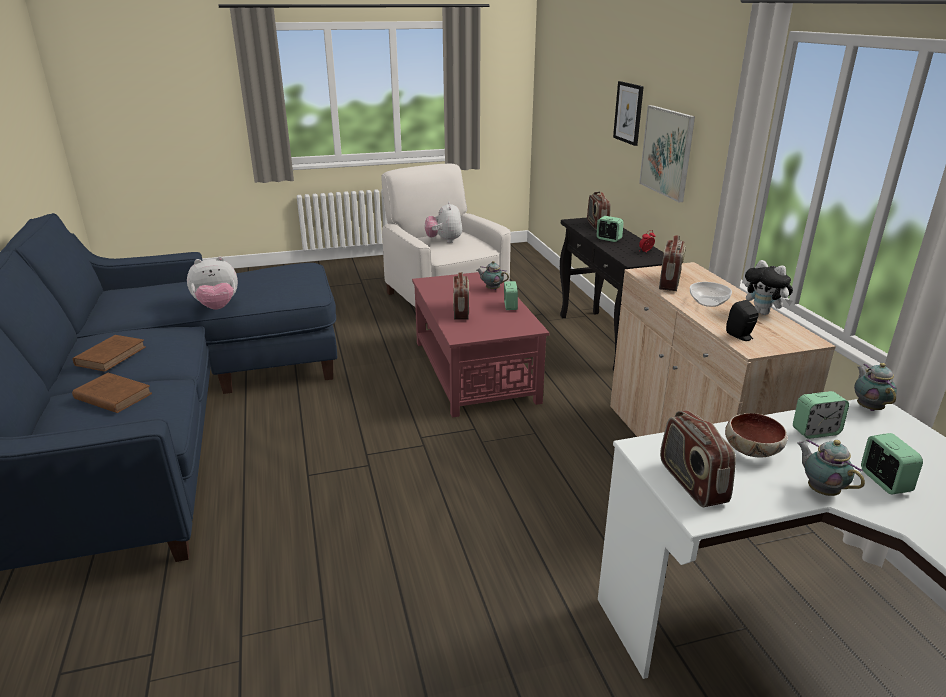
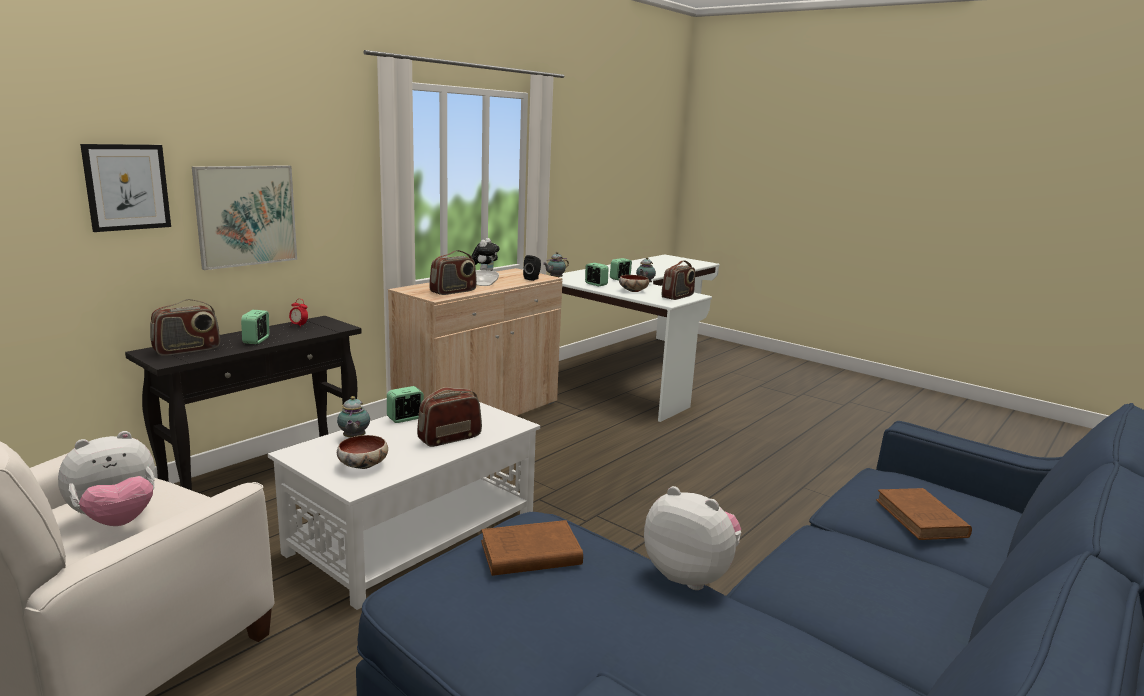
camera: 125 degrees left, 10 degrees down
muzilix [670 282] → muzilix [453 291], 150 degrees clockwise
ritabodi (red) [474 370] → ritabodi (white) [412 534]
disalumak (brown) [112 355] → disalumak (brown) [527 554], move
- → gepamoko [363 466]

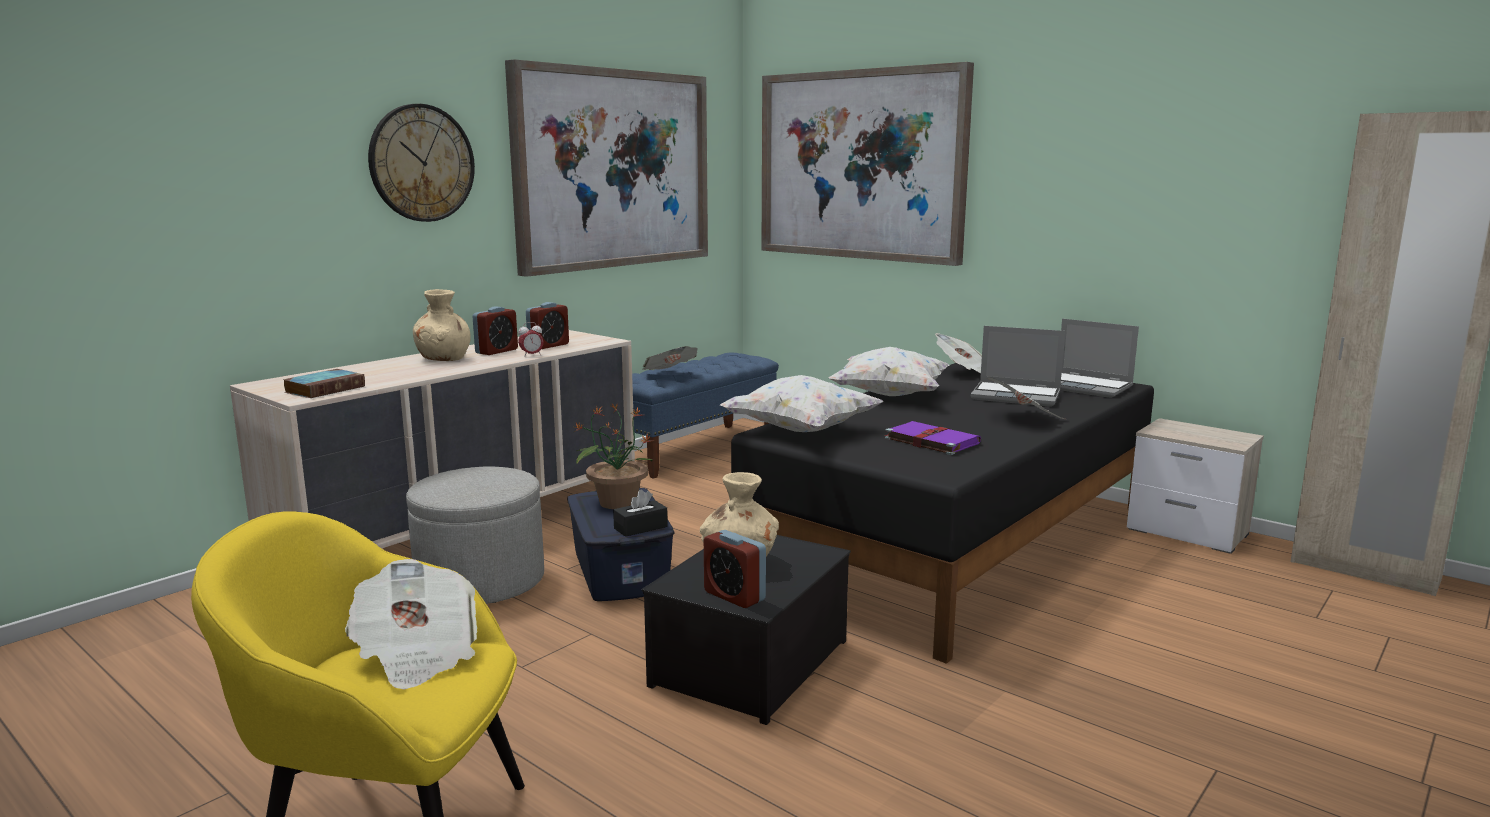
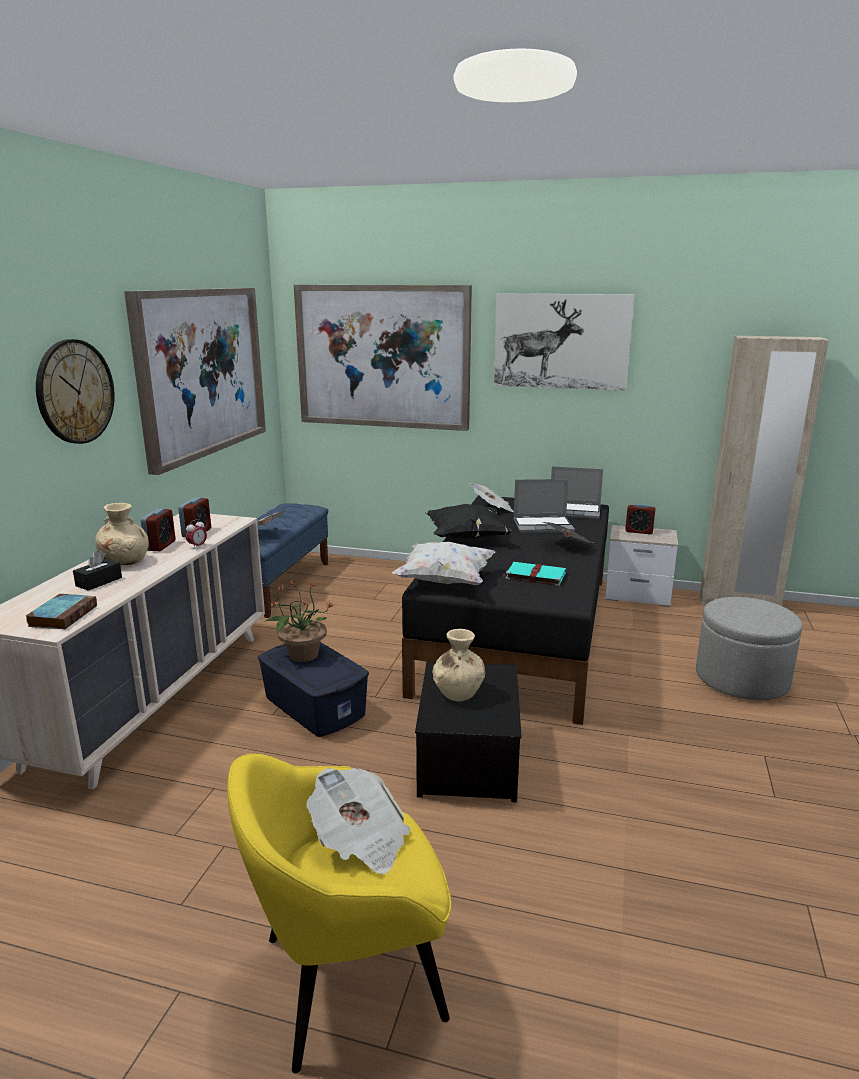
camera: 25 degrees left, 5 degrees up
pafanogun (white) [889 395] → pafanogun (black) [466 538]
disalumak (purple) [930 441] → disalumak (turquoise) [534 575]
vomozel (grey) [481 581] → vomozel (grey) [741 679], move
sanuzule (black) [640 527] → sanuzule (black) [99 582], move
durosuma [734 596] → durosuma [639 531], move
- → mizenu [561 341]

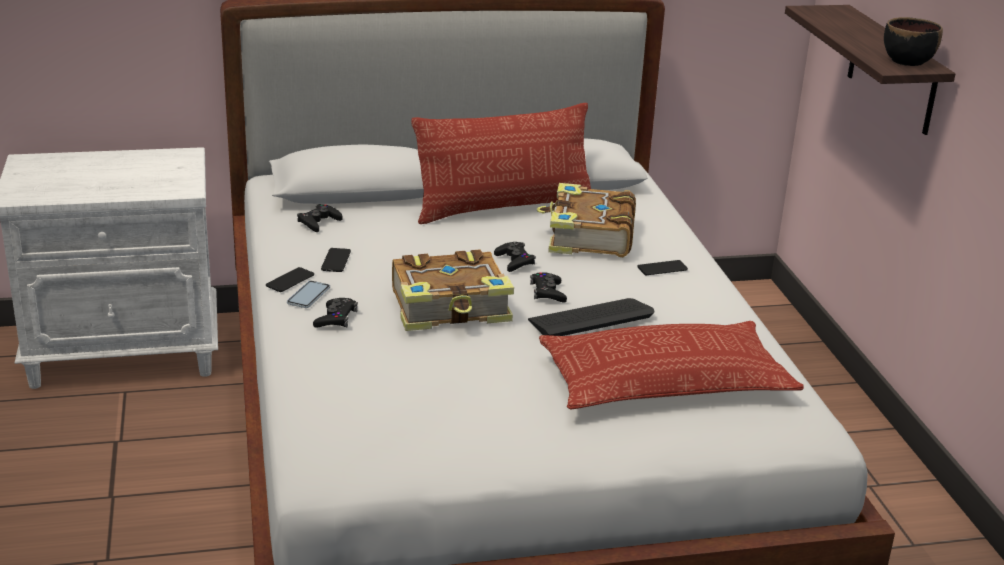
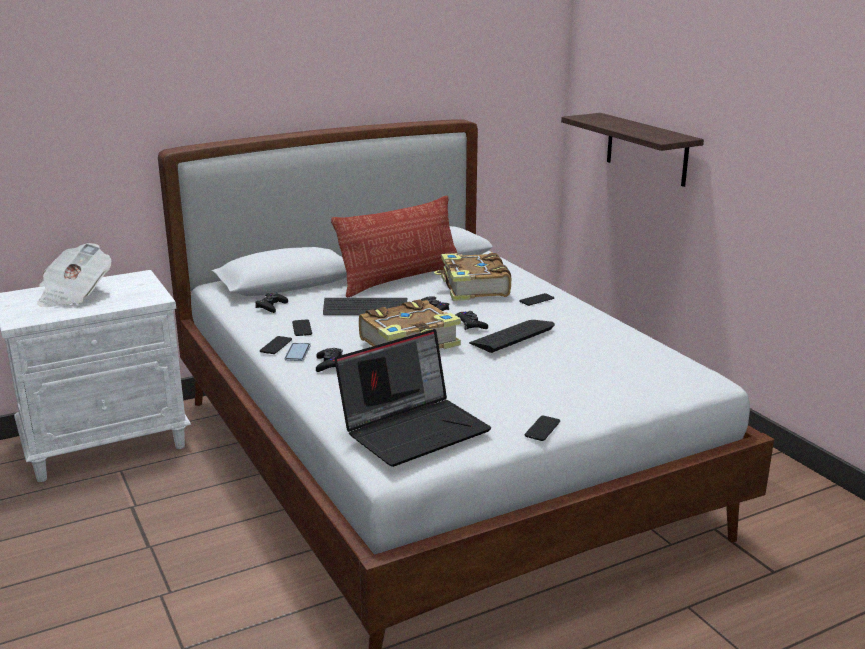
camera: 15 degrees left, 5 degrees down
gepamoko (black) [907 61] → -
pafanogun [665 380] → -
- → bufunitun [74 295]
- → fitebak [365 309]
- → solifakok [415 429]
- → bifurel [542 429]

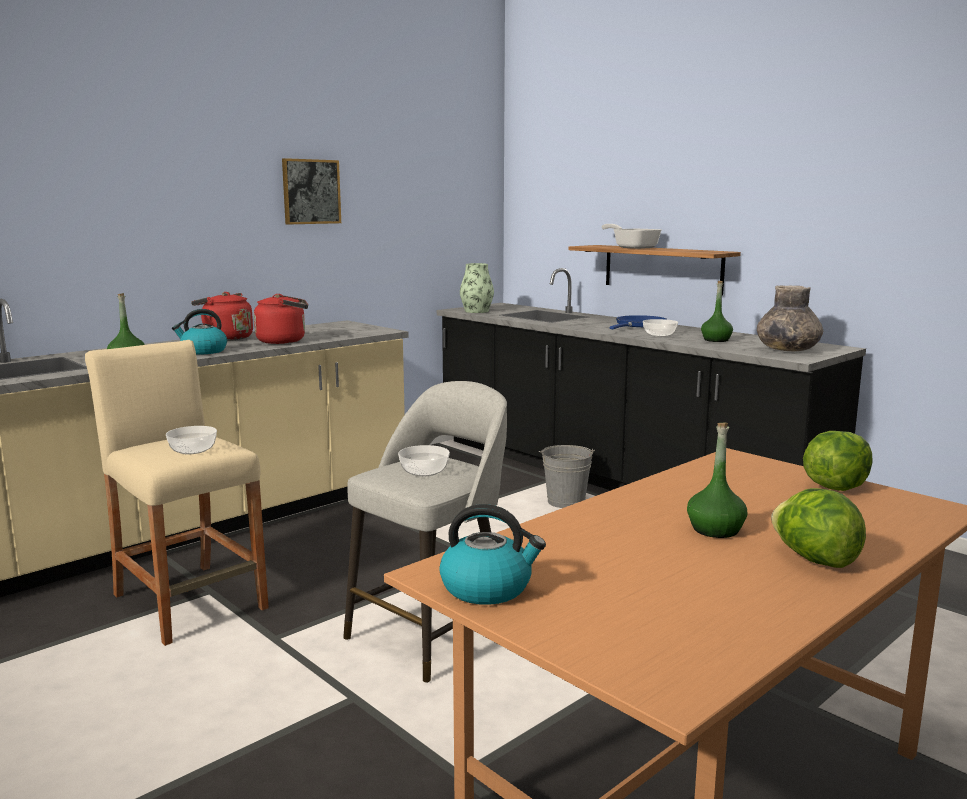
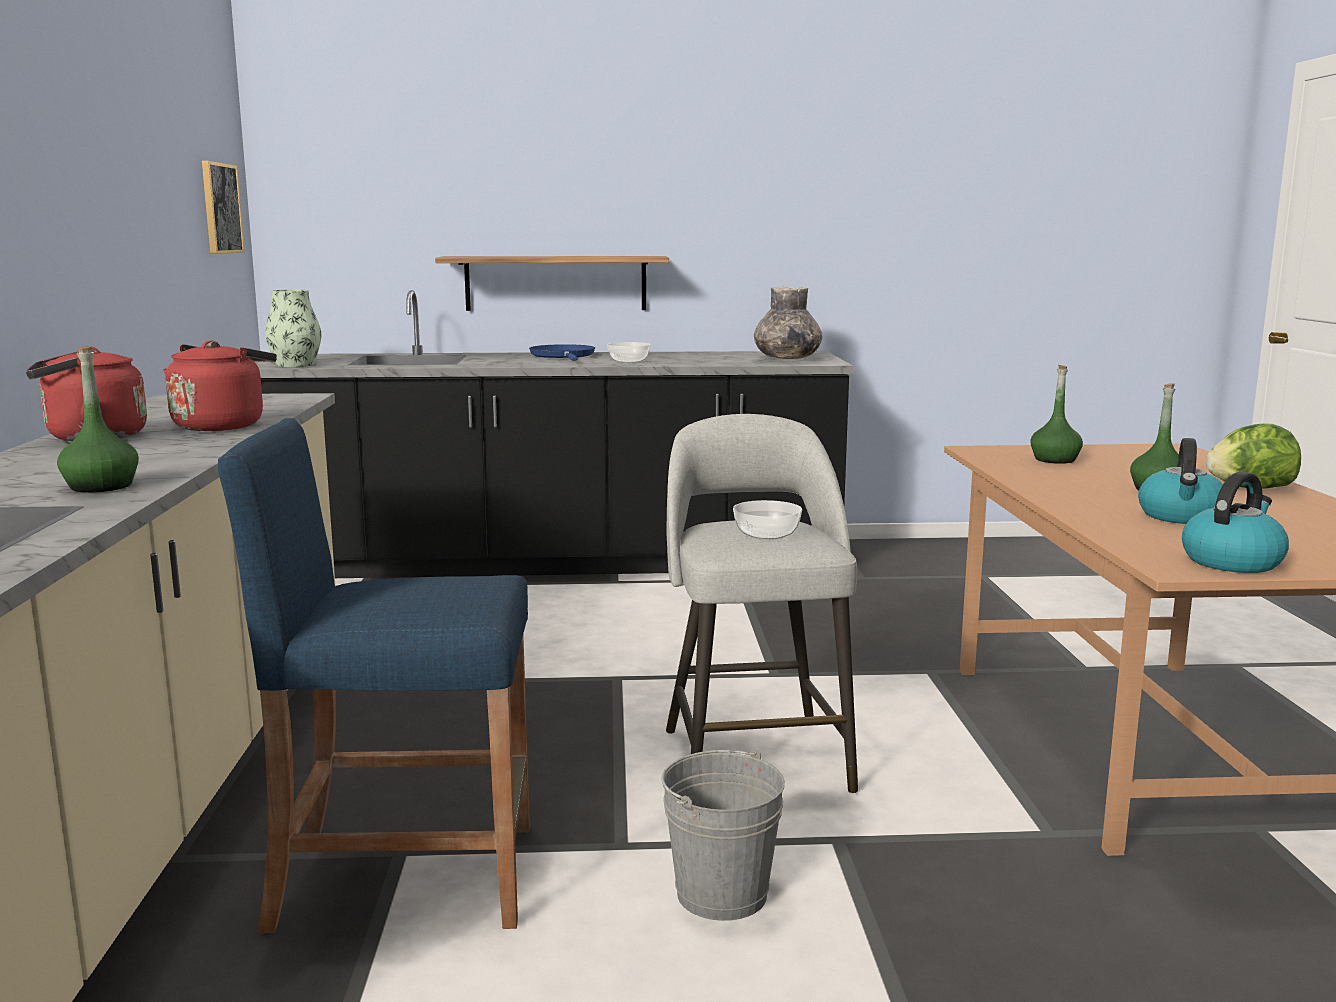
camera: 50 degrees left, 0 degrees up
mizenu [311 191] → mizenu [220 208], move
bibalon [632 247] → -
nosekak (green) [716 340] → nosekak (green) [1055 460], move
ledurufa [203 351] → ledurufa [1181 516], move
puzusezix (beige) [189 601] → puzusezix (blue) [405 876]
gepamoko [192 450] → -
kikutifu [835 487] → -
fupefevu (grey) [566 501] → fupefevu (grey) [722 893], move

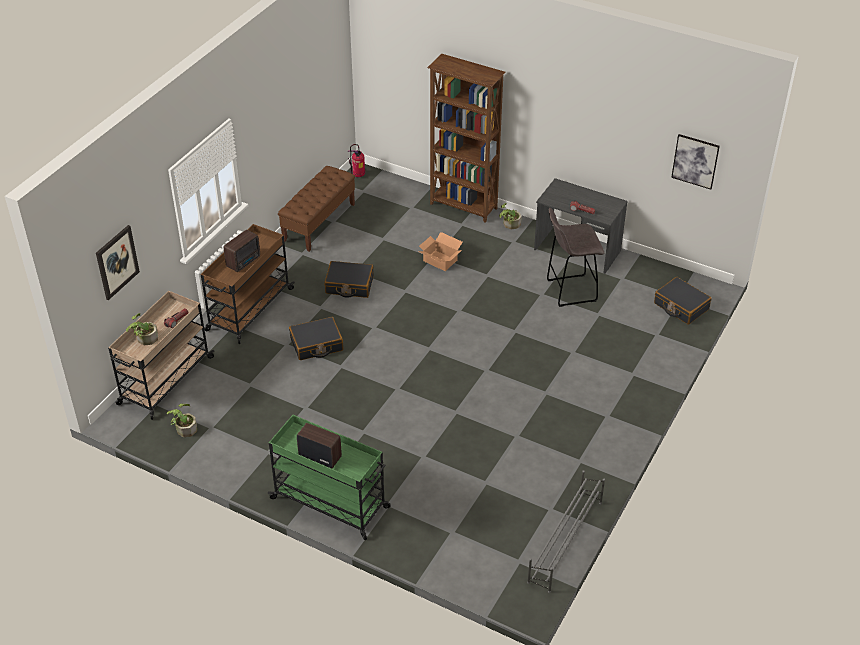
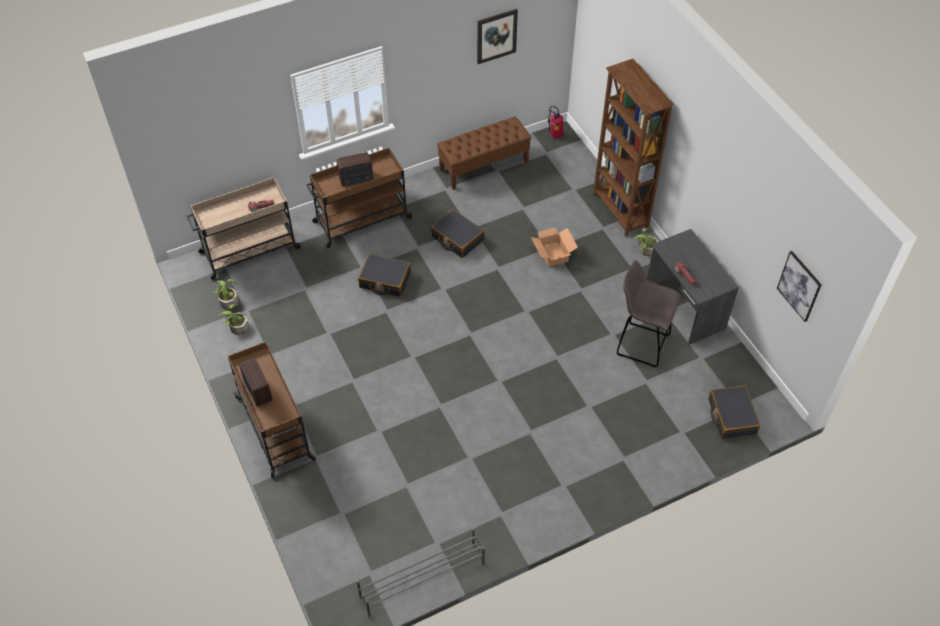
camera: 35 degrees right, 10 degrees up
mizenu [117 262] → mizenu [496 36], move
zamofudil [144 339] → zamofudil [236 326], move
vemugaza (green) [331 503] → vemugaza (brown) [275 429]

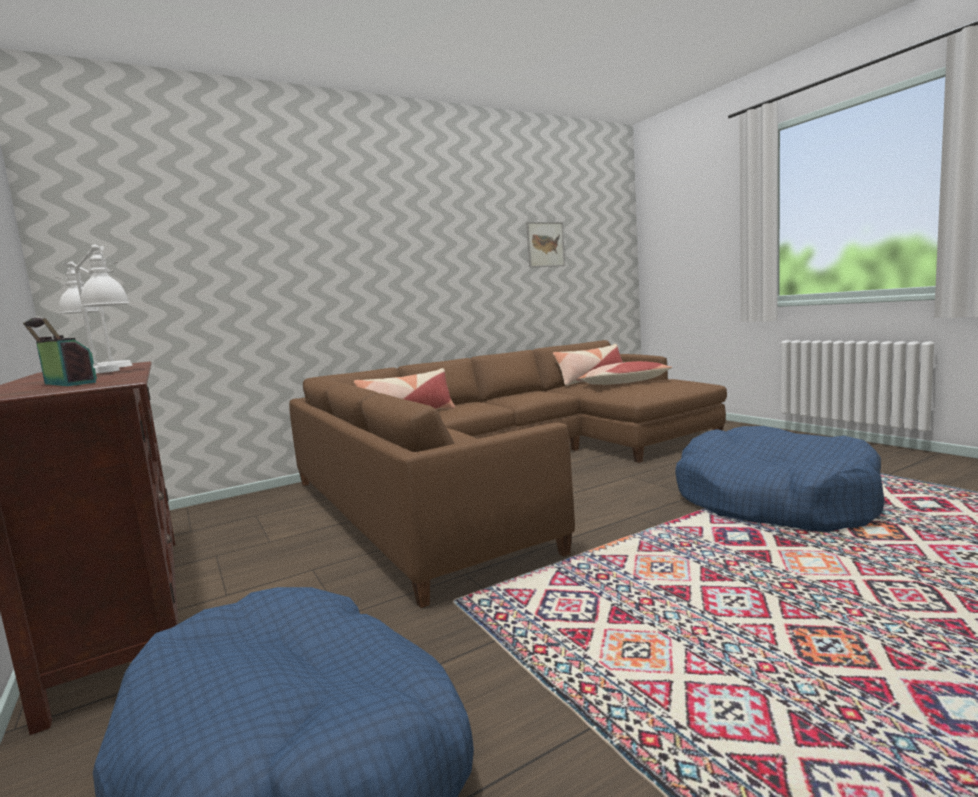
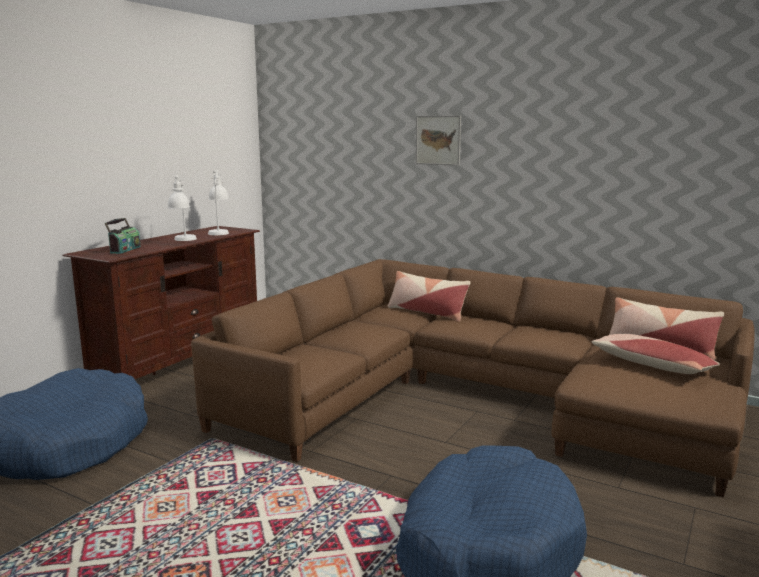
camera: 60 degrees right, 5 degrees up
mizenu [545 244] → mizenu [438 140], move

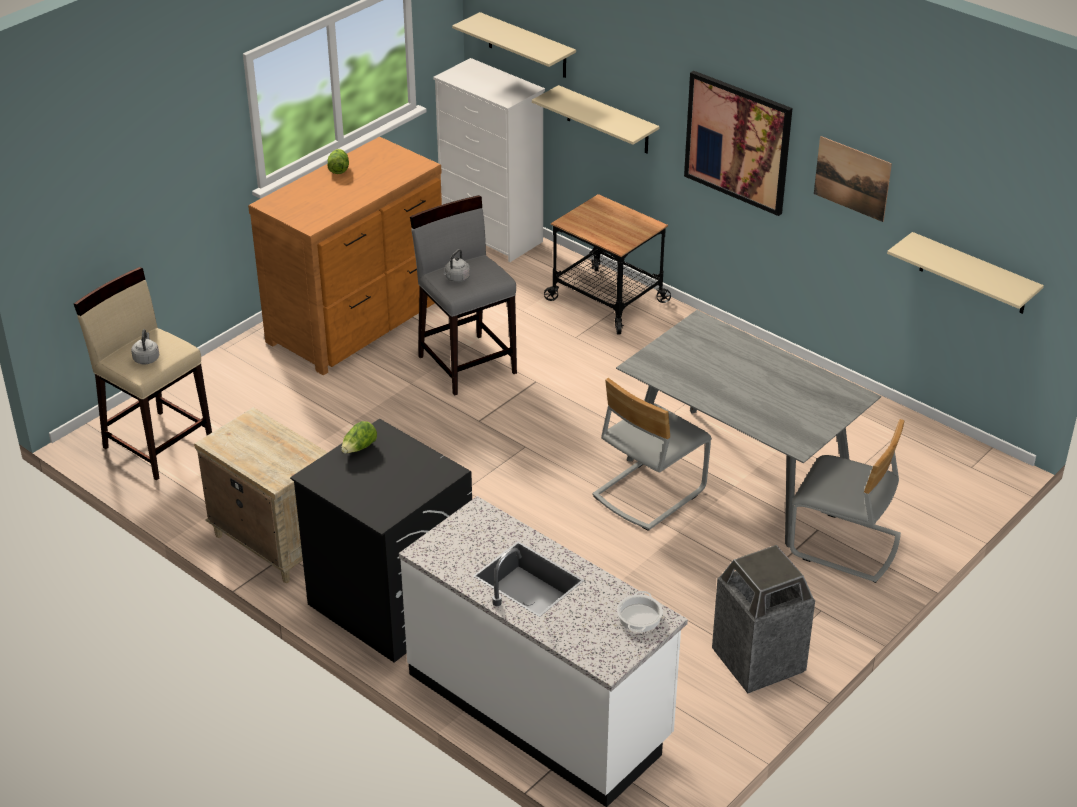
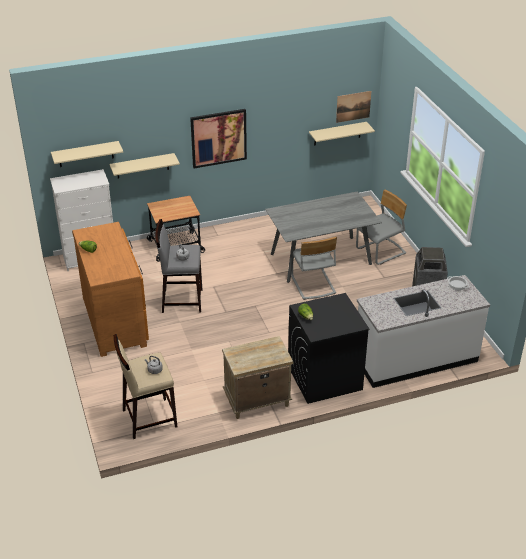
camera: 60 degrees left, 0 degrees up
mizenu [852 178] → mizenu [353 106], move

